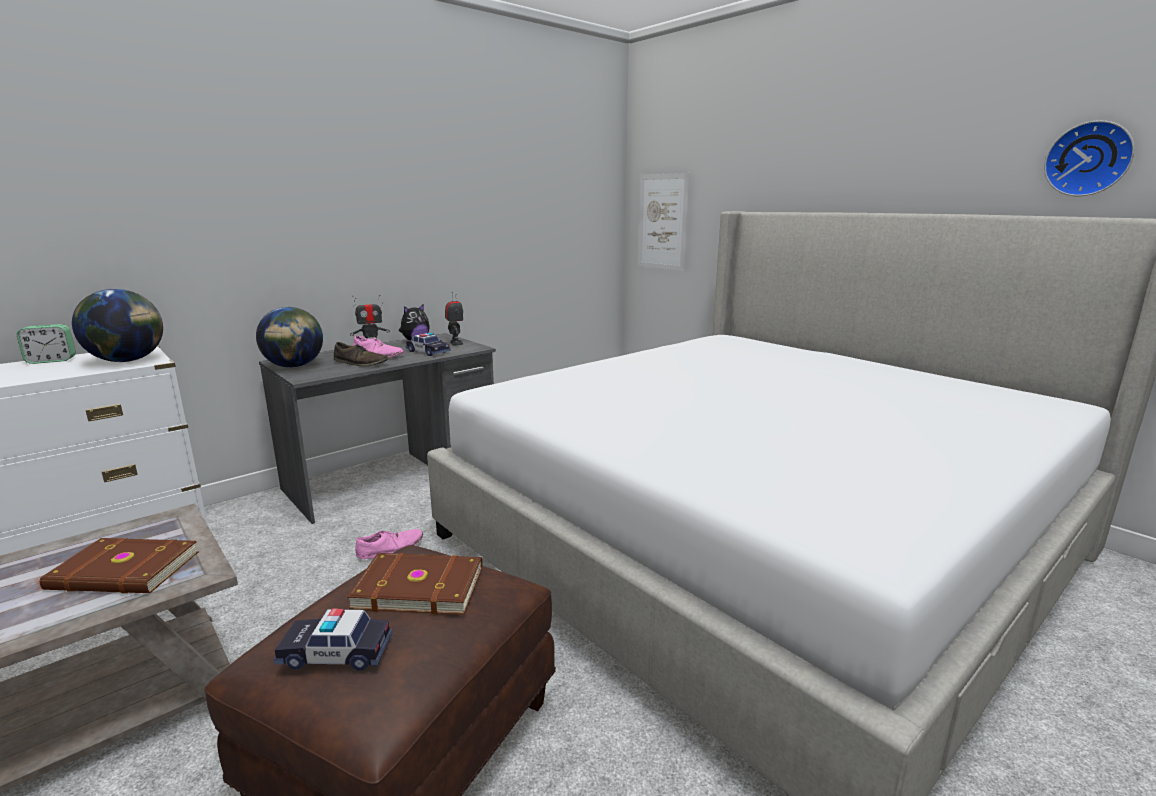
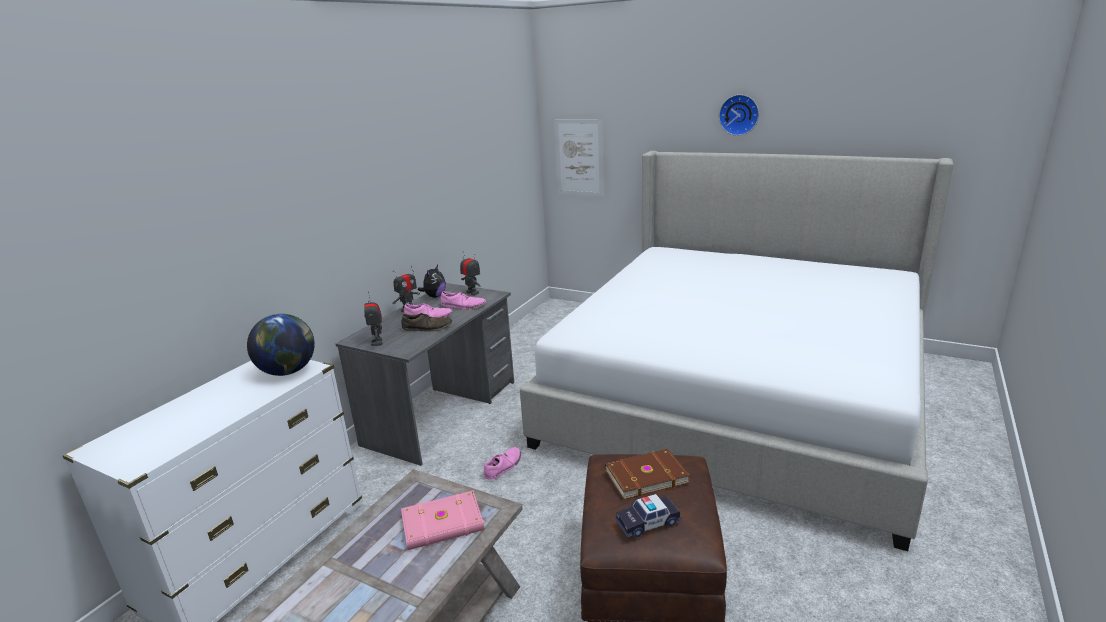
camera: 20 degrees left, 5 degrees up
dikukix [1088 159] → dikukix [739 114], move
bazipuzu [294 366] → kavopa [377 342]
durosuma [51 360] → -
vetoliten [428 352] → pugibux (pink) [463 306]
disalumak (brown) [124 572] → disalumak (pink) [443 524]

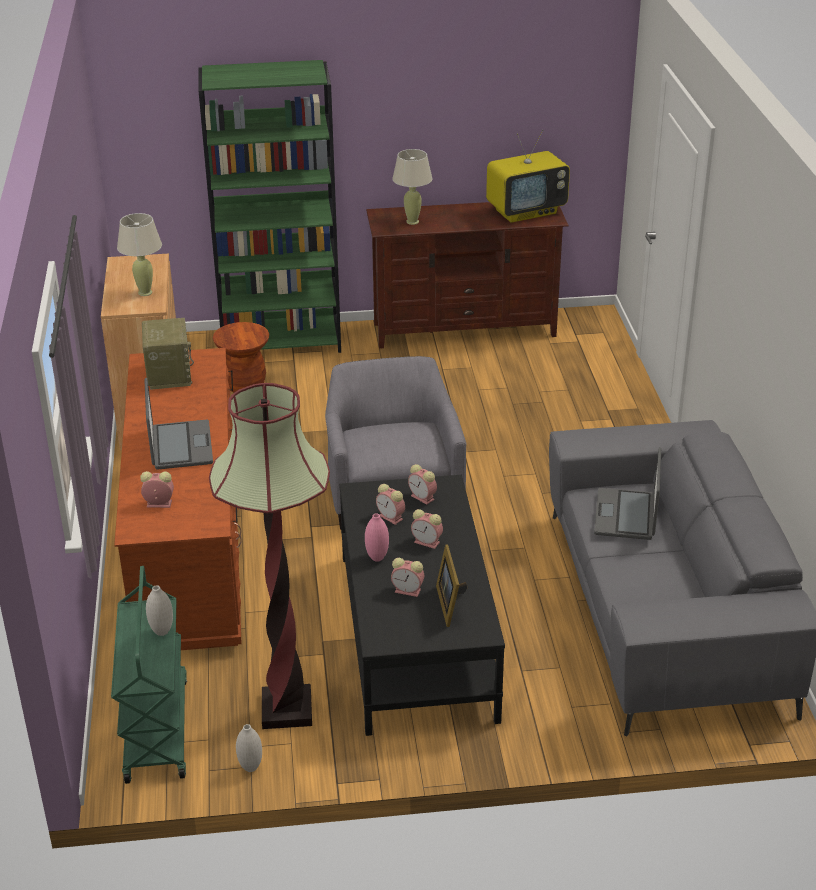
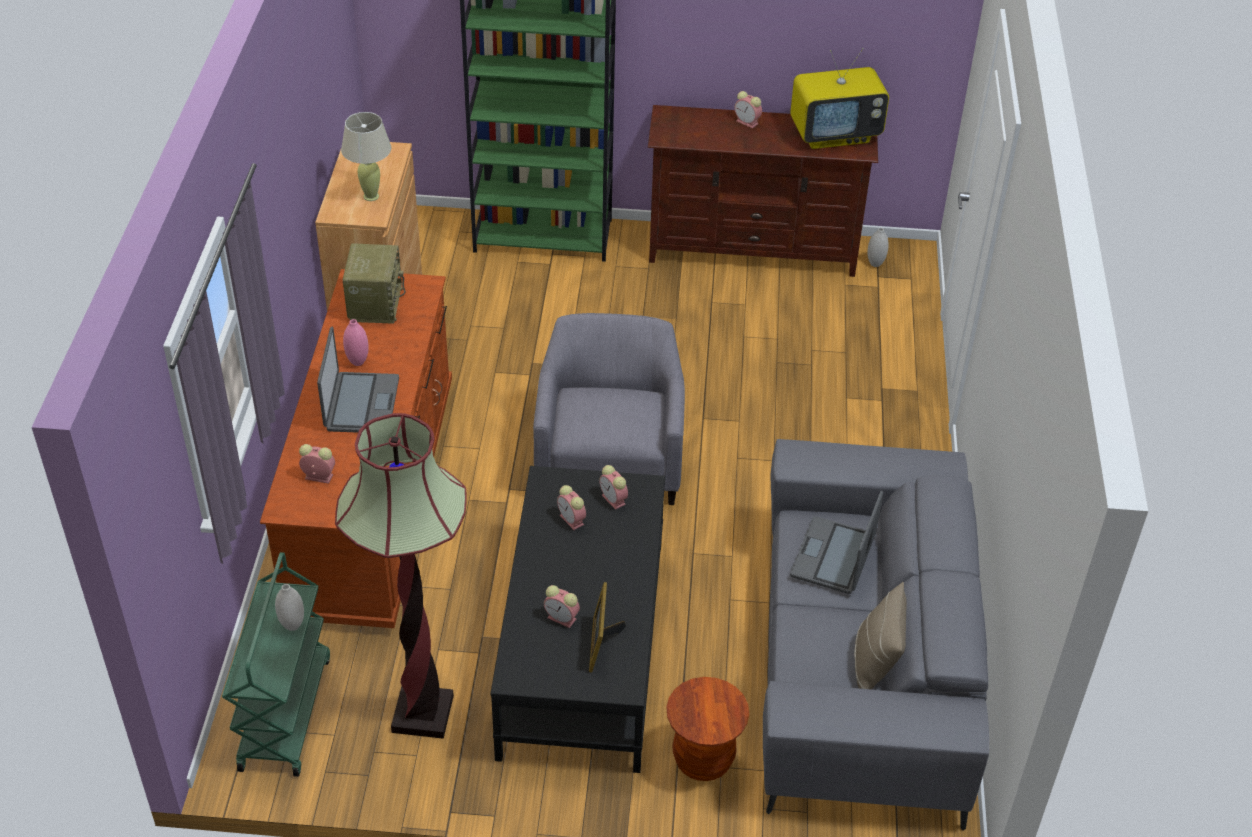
camera: 10 degrees right, 10 degrees up
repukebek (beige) [412 221] → -
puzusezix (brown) [245 385] → puzusezix (brown) [703 759], move
durosuma [428 542] → durosuma [748 122], move
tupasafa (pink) [377 558] → tupasafa (pink) [358 362], move
tupasafa (white) [250 767] → tupasafa (white) [875 264], move
- → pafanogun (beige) [875 663]

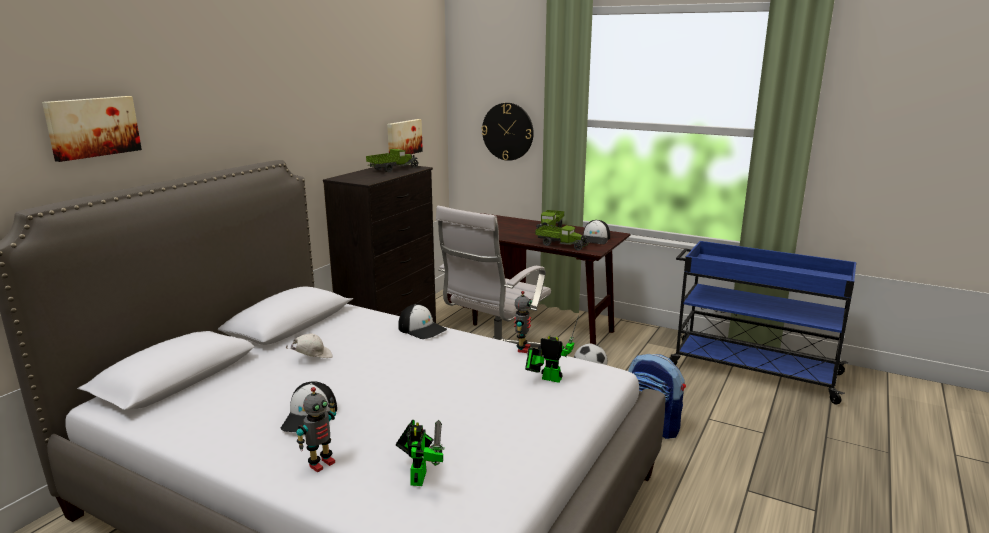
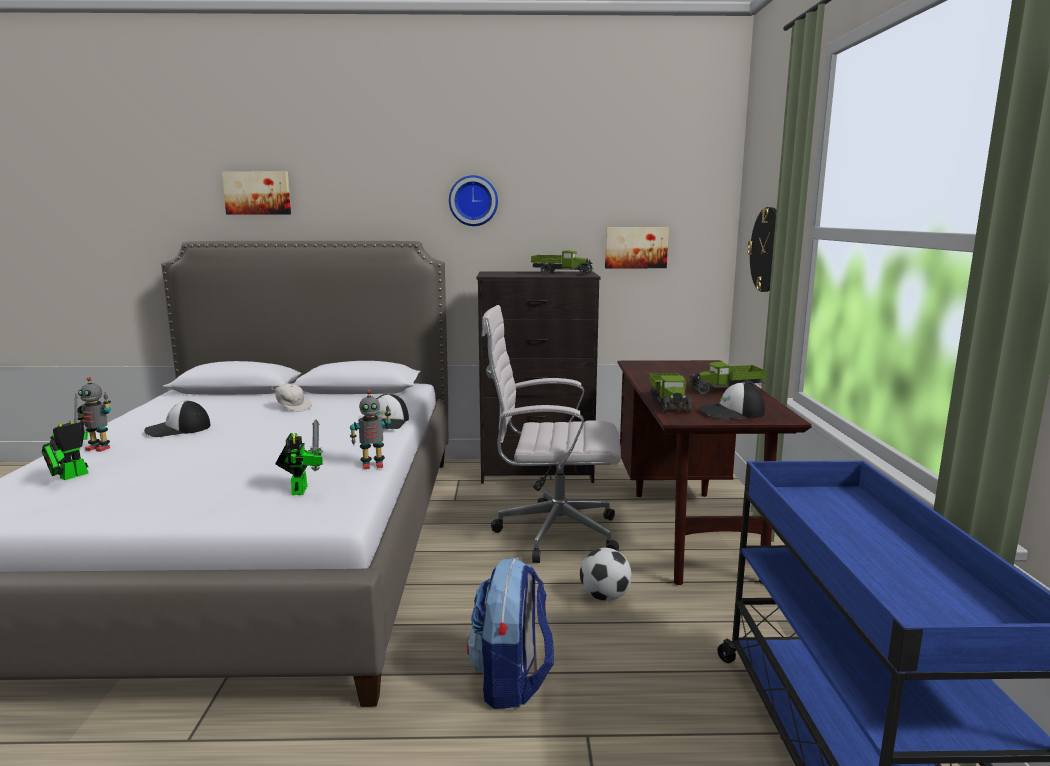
camera: 60 degrees right, 5 degrees down
kavopa [419 475] → kavopa [70 477], 150 degrees clockwise
- → dikukix [473 201]

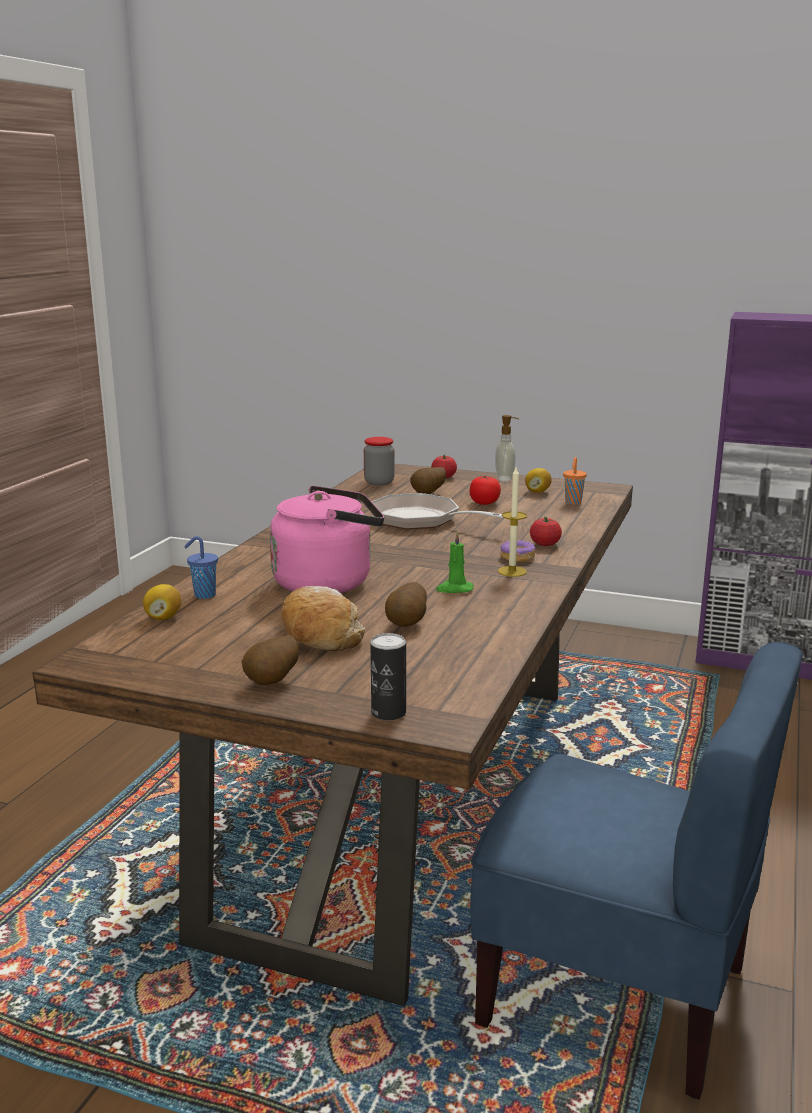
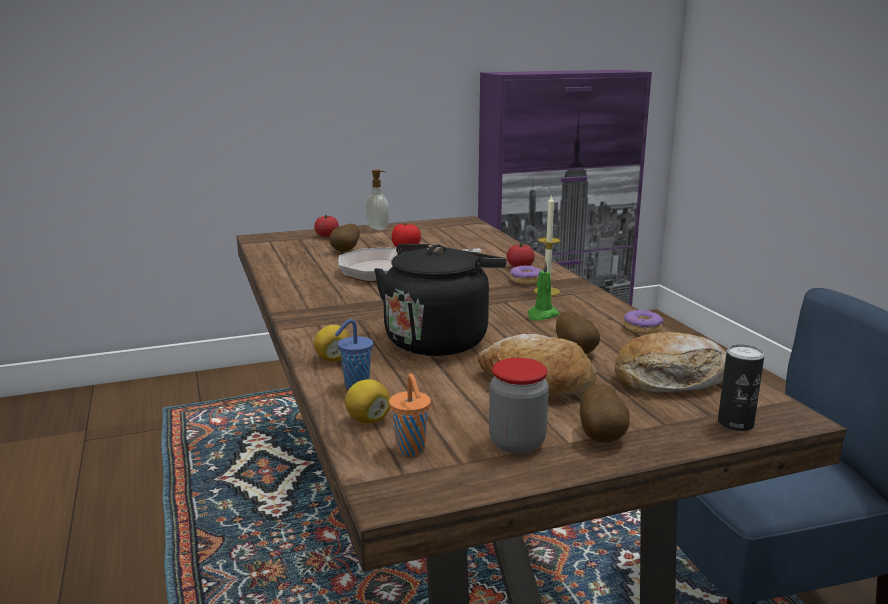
camera: 40 degrees left, 0 degrees up
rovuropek [379 482] → rovuropek [517 443], move
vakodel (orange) [573 503] → vakodel (orange) [411 450], move
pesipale [537 492] → pesipale [333 359], move
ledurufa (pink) [328 583] → ledurufa (black) [439 339]
- → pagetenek [642 329]
- → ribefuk [671 380]

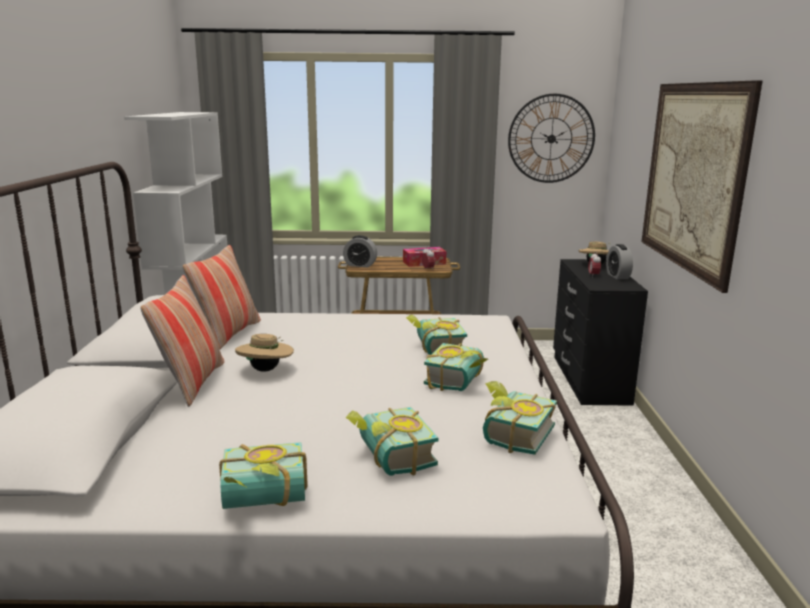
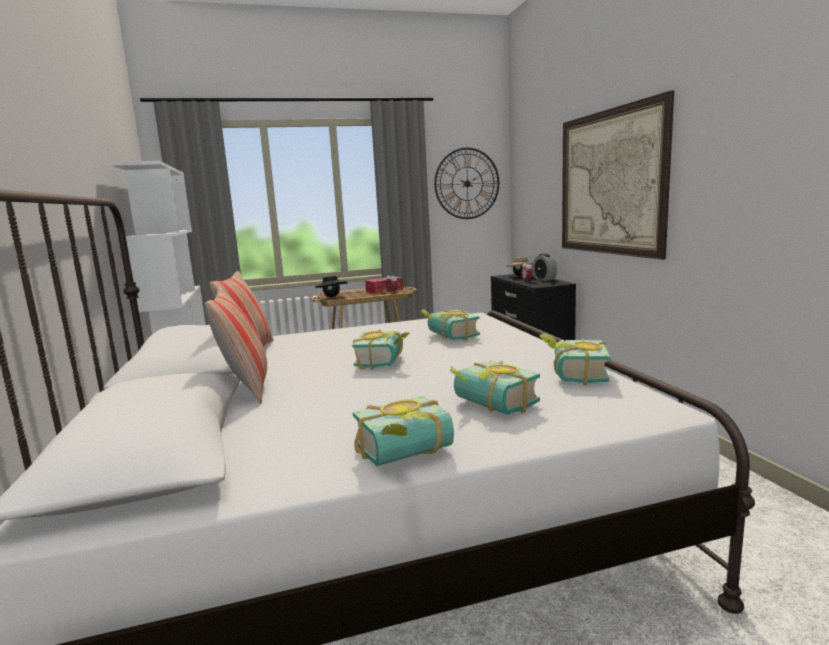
camera: 15 degrees left, 5 degrees down
durosuma [360 265] → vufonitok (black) [332 296]
vufonitok (beige) [266 370] → -
disalumak [460 382] → disalumak [385 361], move

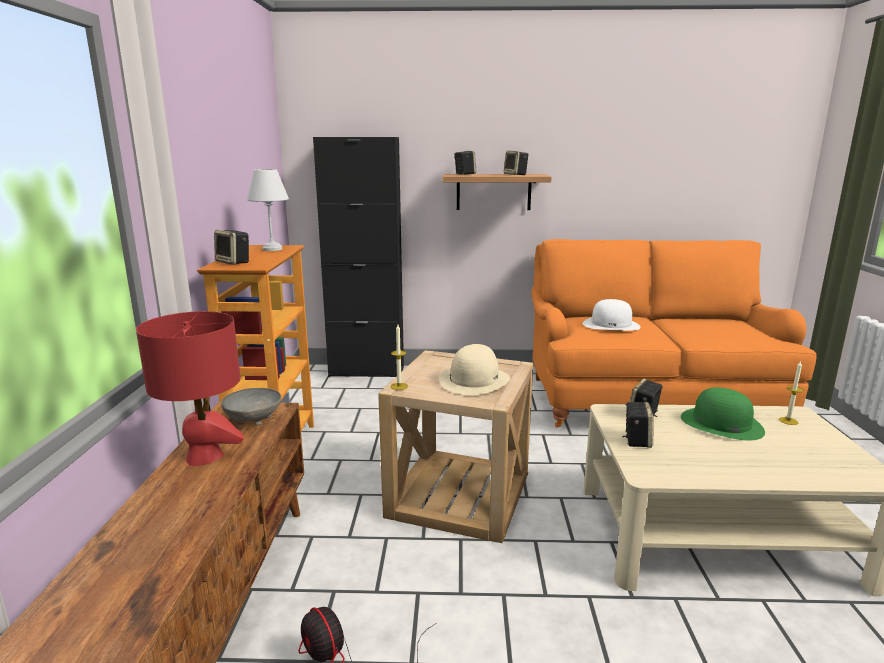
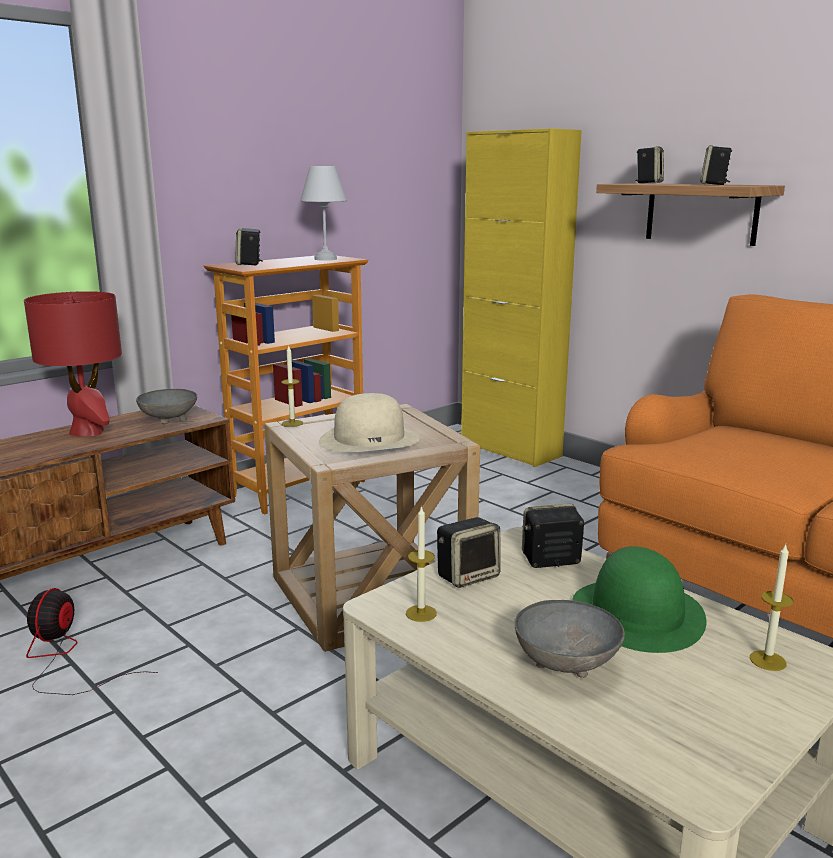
camera: 45 degrees right, 0 degrees up
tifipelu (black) [367 371] → tifipelu (yellow) [510 449]
vufonitok (white) [611 325] → -
- → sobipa [421 613]
- → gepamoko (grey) [564 667]

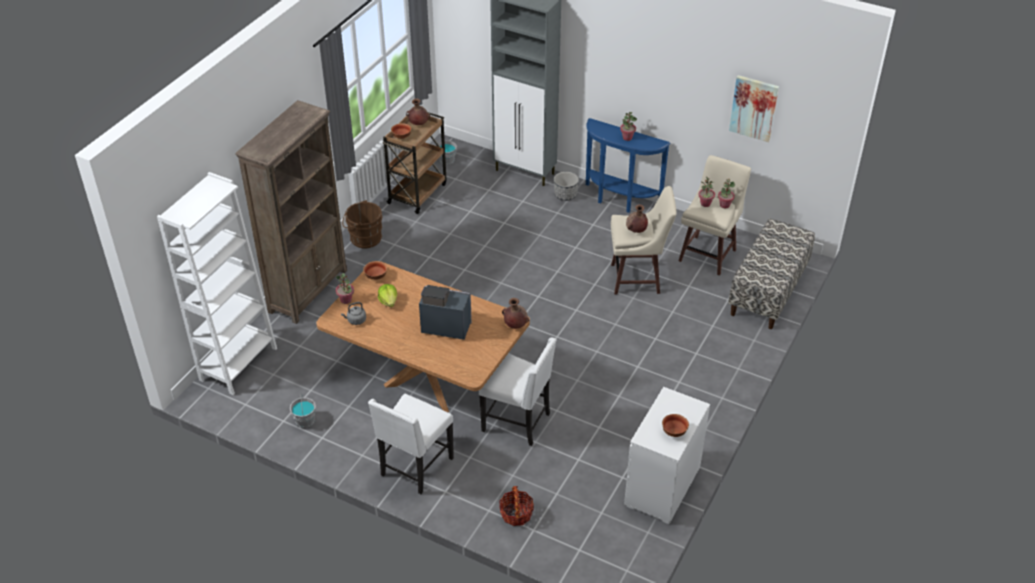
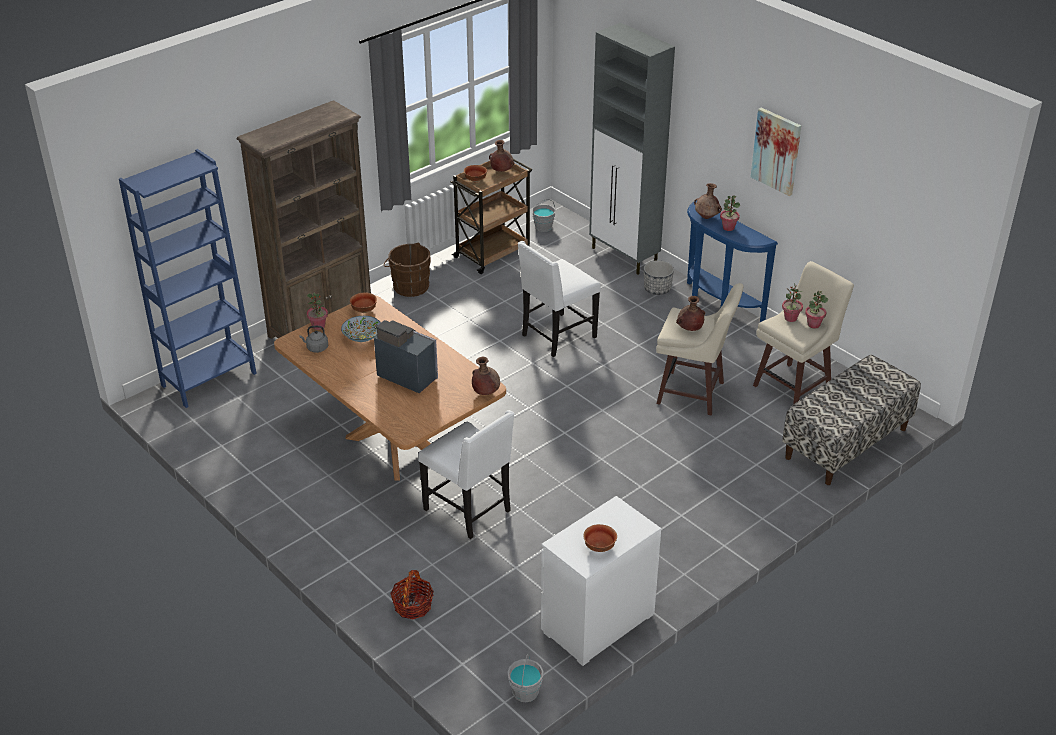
camera: 20 degrees right, 5 degrees down
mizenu [754 108] → mizenu [776 151], move
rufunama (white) [238 364] → rufunama (blue) [209 379]
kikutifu [388 301] → gepamoko [362 337]
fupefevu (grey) [304 421] → fupefevu (grey) [525 692], move
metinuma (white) [415 467] → metinuma (white) [557 336], move
- → tupasafa (brown) [707 217]

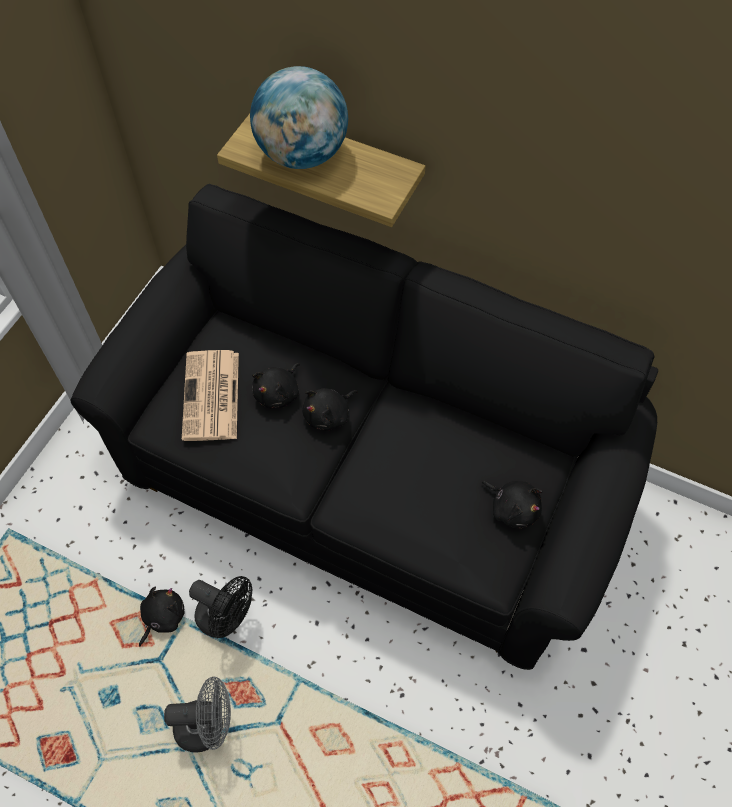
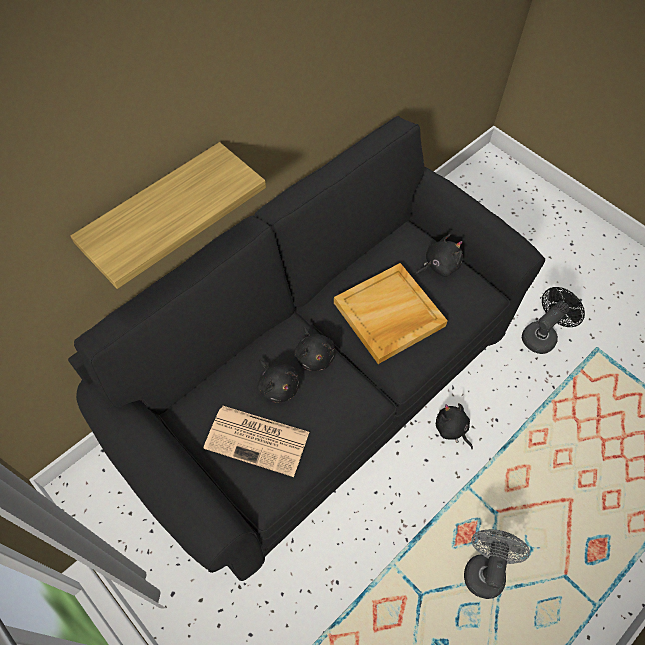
camera: 70 degrees left, 0 degrees up
bazipuzu [302 155] → -
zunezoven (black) [226 618] → zunezoven (black) [542 335], move
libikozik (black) [162 617] → libikozik (black) [452 429], move
- → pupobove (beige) [388 315]

